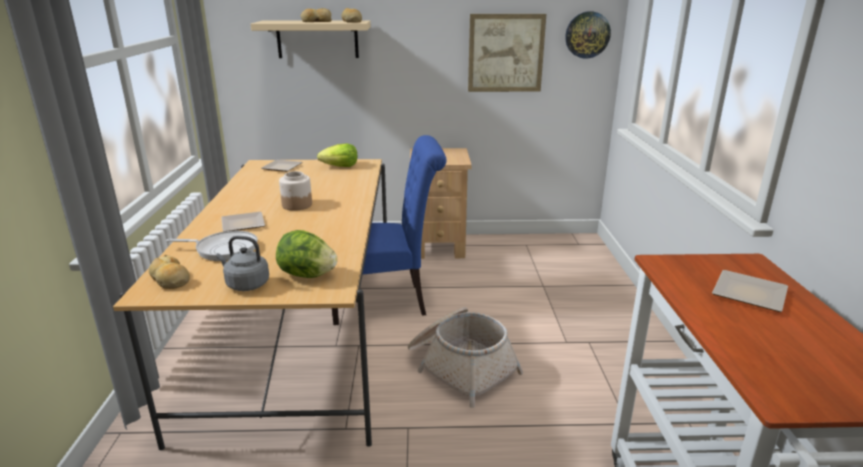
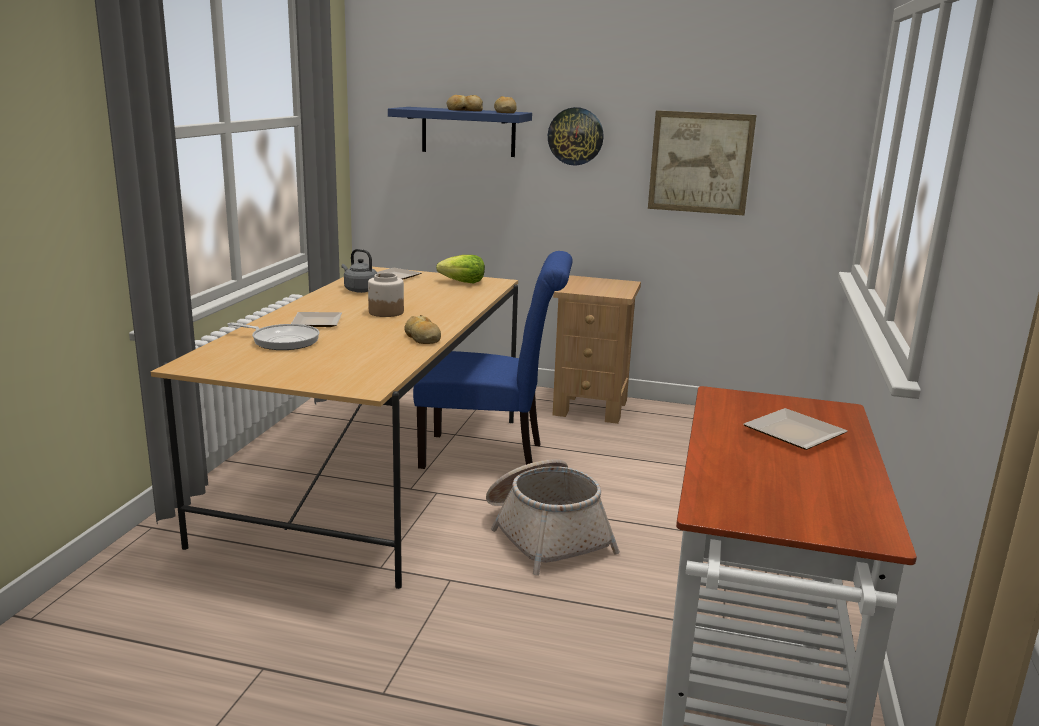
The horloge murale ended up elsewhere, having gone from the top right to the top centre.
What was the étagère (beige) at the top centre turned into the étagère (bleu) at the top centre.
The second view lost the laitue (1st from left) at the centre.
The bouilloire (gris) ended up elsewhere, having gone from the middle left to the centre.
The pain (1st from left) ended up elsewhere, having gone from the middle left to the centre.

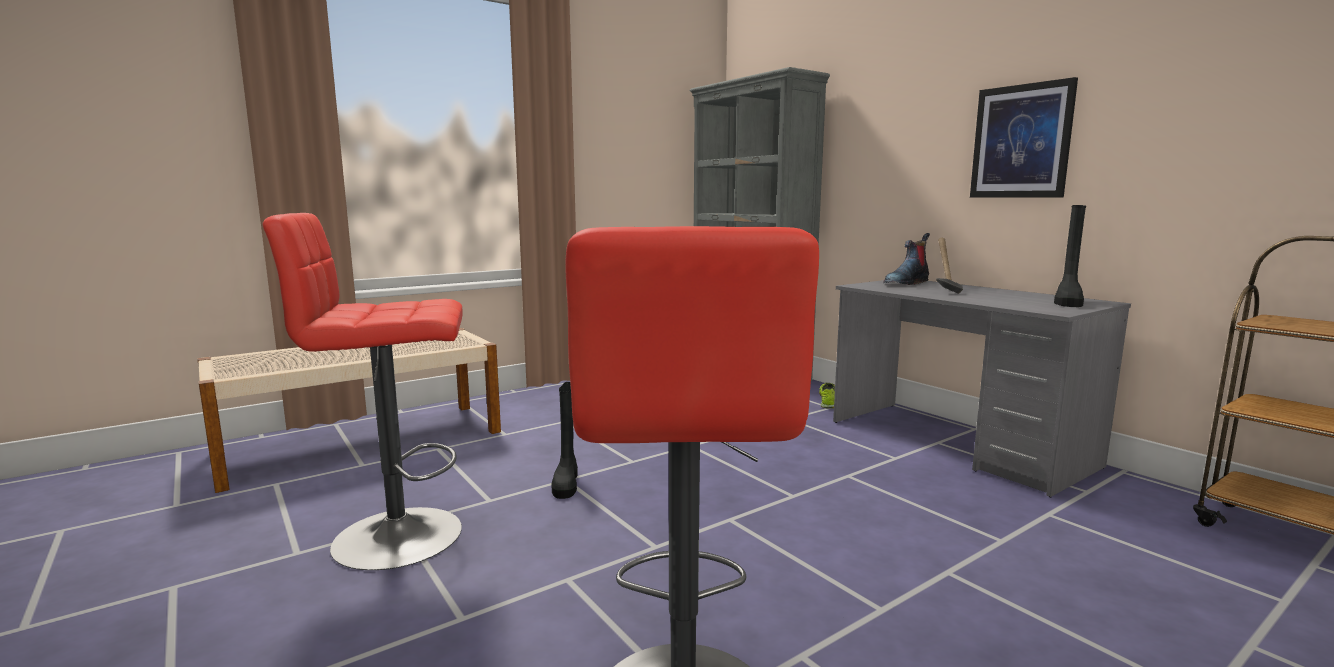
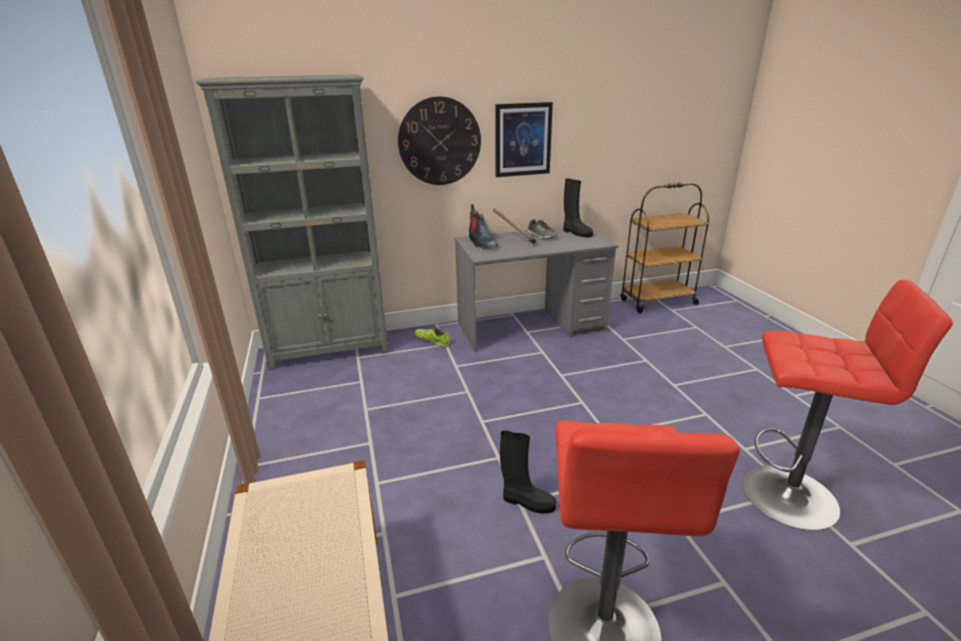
The second view gained the horloge murale at the top centre.
The second view gained the chaussure (2nd from left) at the centre.

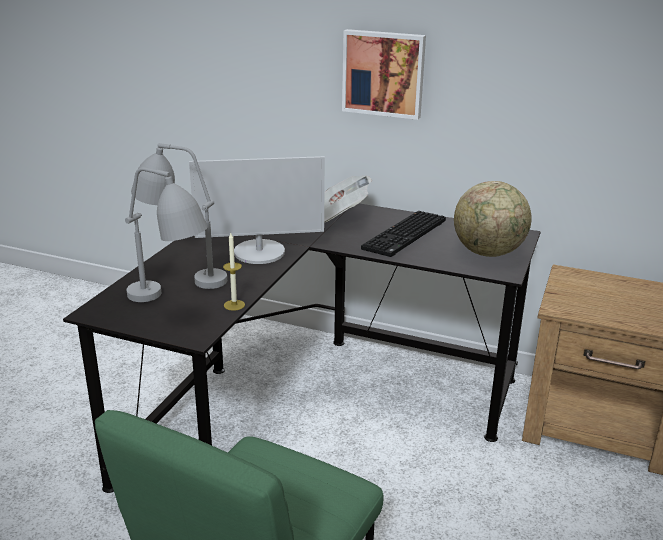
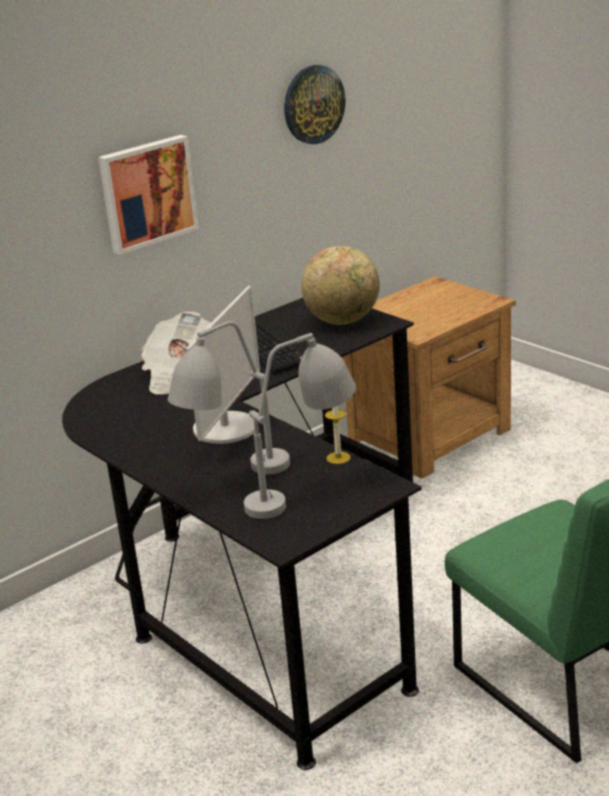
The second view gained the horloge murale at the top centre.

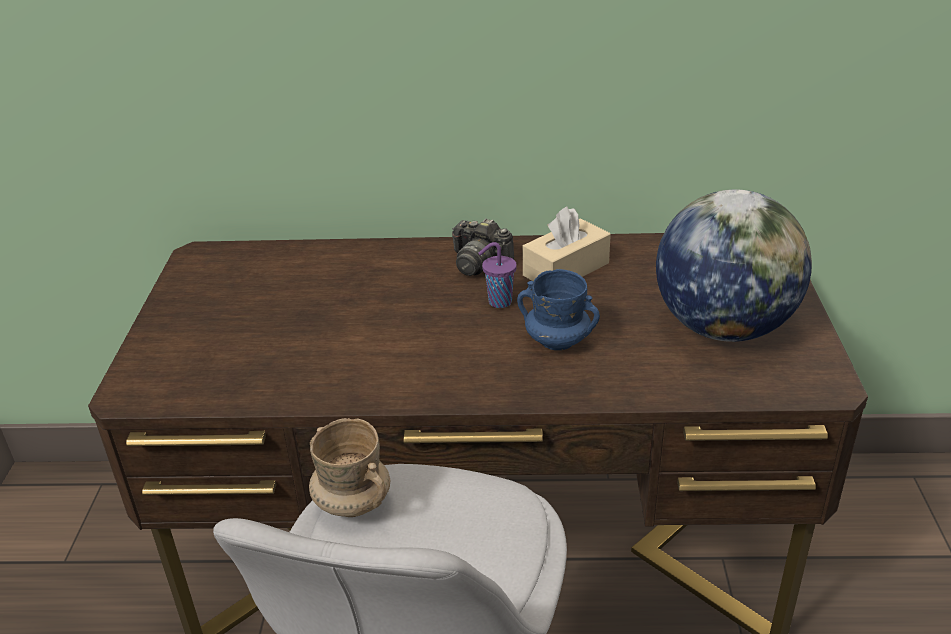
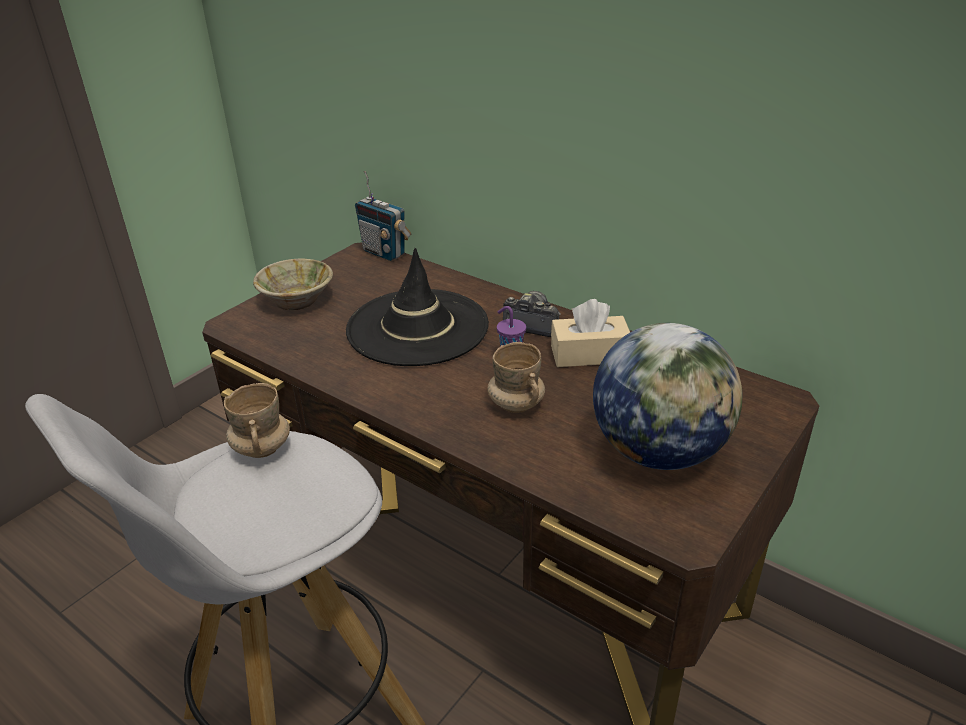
The appareil photo at the centre ended up facing another way, 135 degrees clockwise from before.
What was the mug (bleu) at the centre turned into the mug (beige) (2nd from left) at the centre.
The second view gained the radio at the top centre.
The second view gained the chapeau (noir) at the centre.
The second view gained the bol (beige) at the middle left.

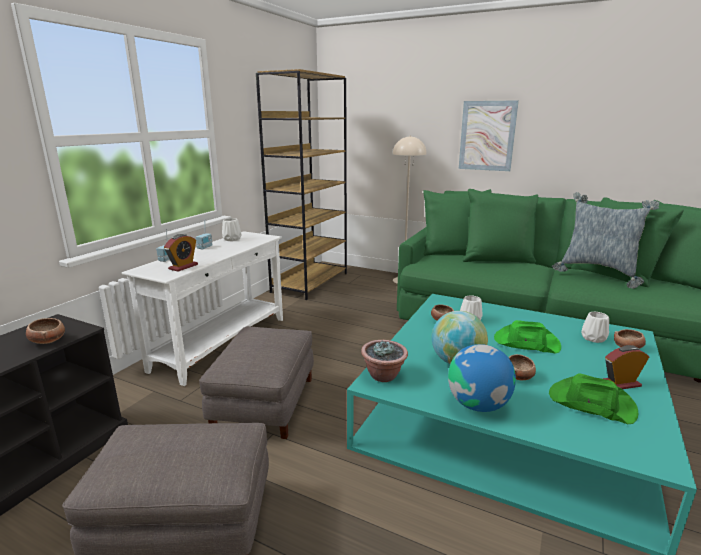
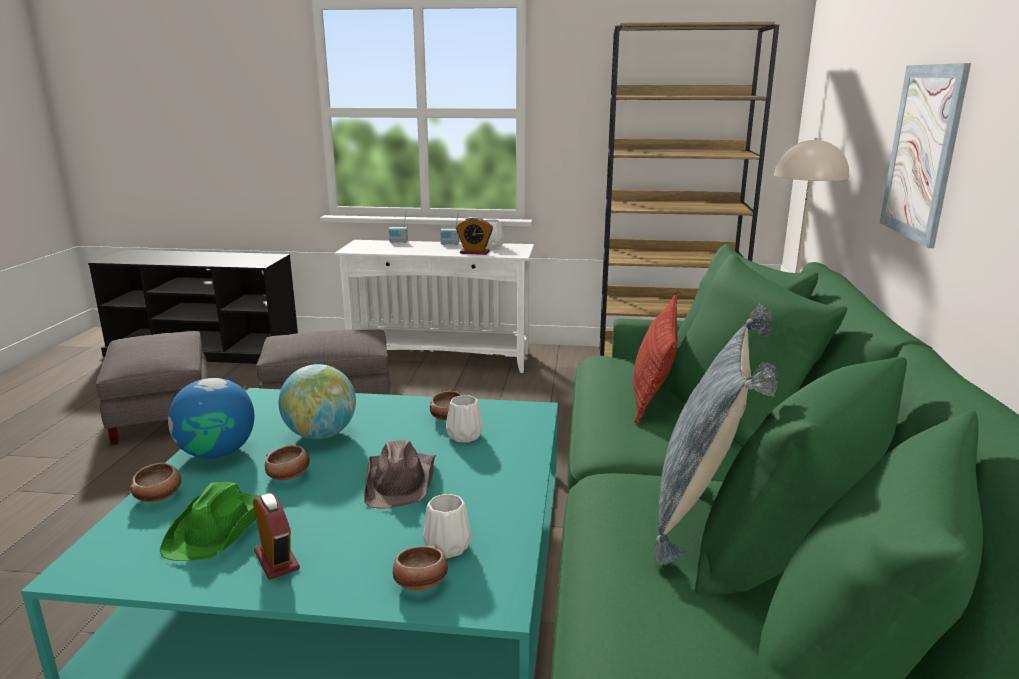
The réveil (1st from left in the first image) ended up elsewhere, having gone from the middle left to the centre.
The bol (1st from left) ended up elsewhere, having gone from the middle left to the bottom left.
What was the chapeau (vert) (1st from left) at the middle right turned into the chapeau (marron) at the bottom centre.
The second view lost the plante en pot at the centre.
The second view gained the coussin (1st from left) at the centre.

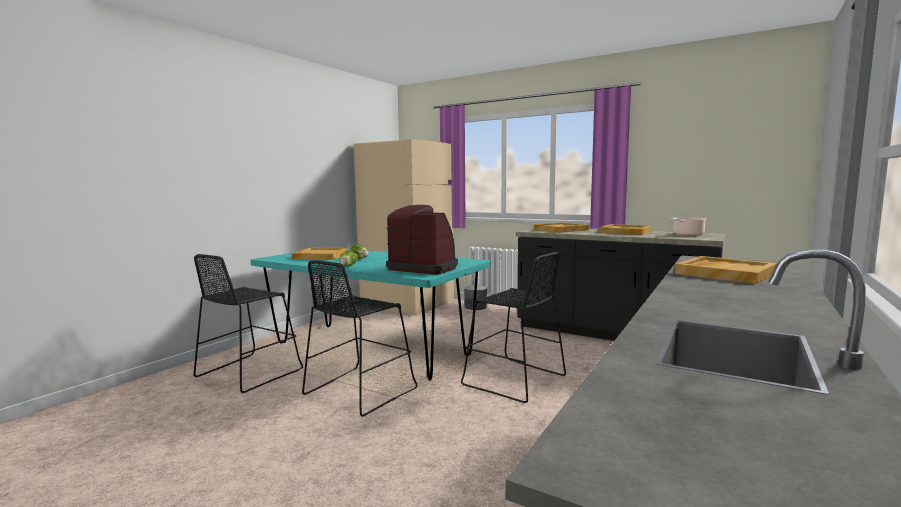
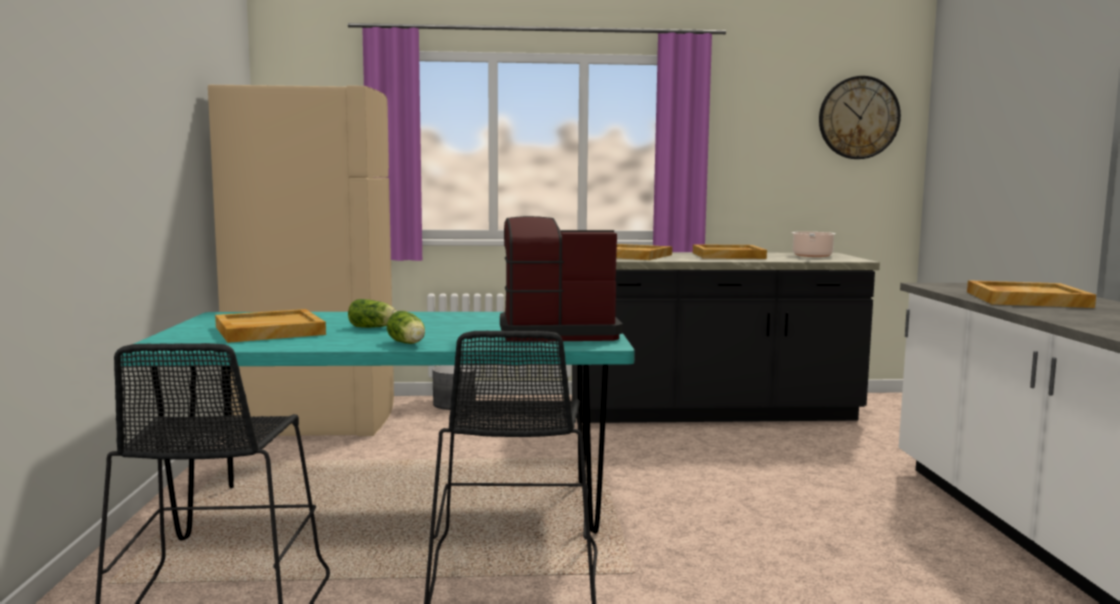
The second view lost the tabouret (noir) (3rd from left) at the centre.
The second view gained the horloge murale at the top right.

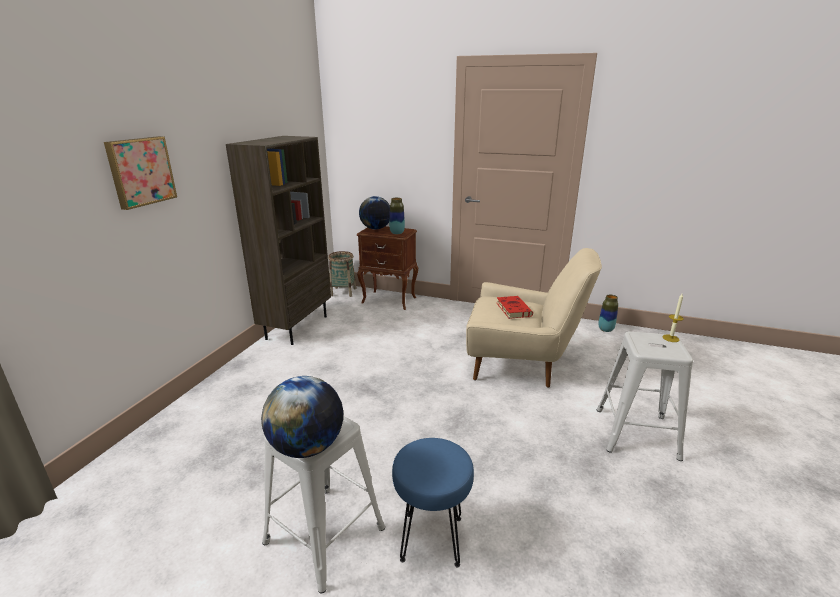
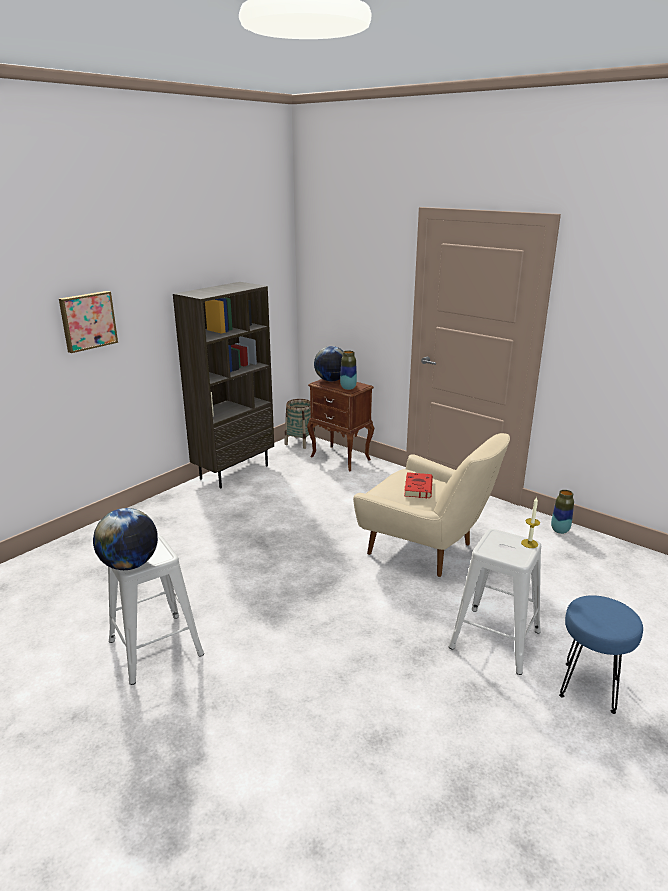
The tabouret (bleu) ended up elsewhere, having gone from the bottom centre to the bottom right.

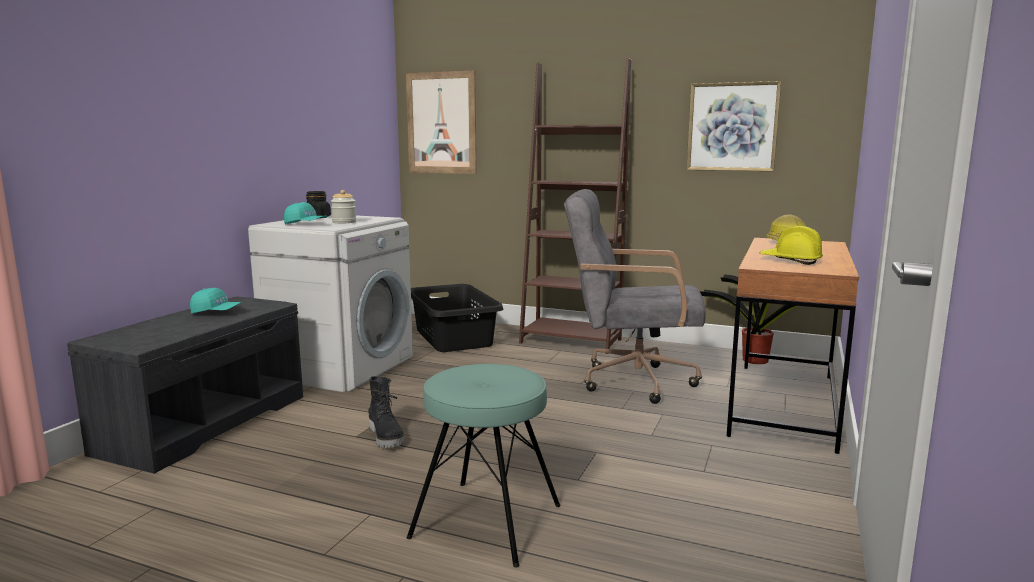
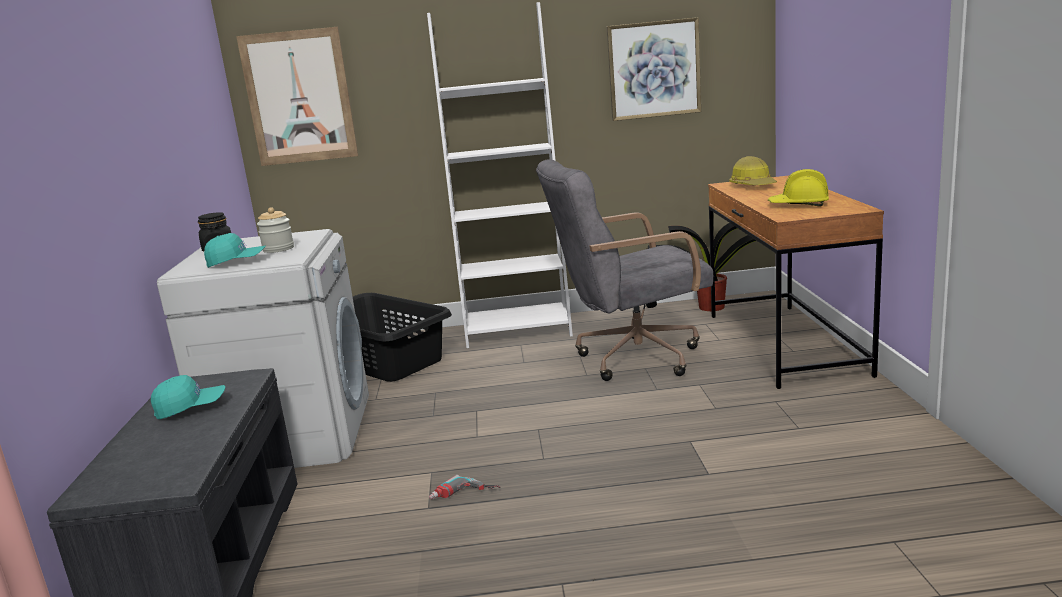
What was the bibliothèque (marron) at the centre turned into the bibliothèque (blanc) at the top centre.
The second view lost the tabouret (turquoise) at the bottom centre.
Where the botte (noir) stood at the bottom centre, the perceuse came to stand at the bottom centre.

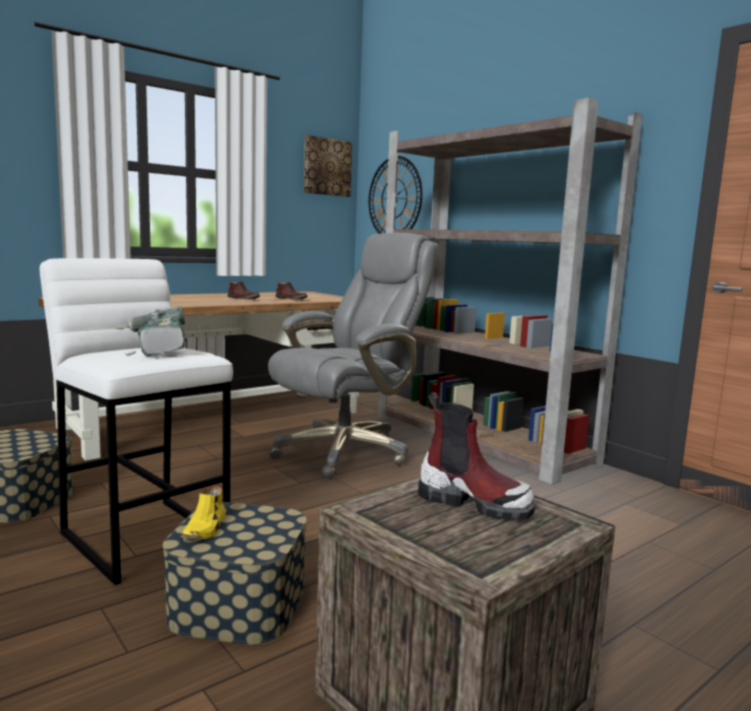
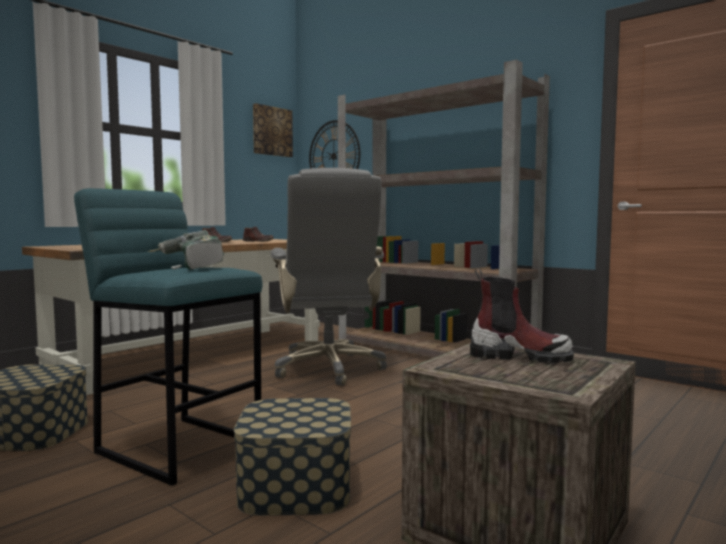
The chaise de bureau (gris) at the centre ended up facing another way, 135 degrees clockwise from before.
What was the tabouret (blanc) at the middle left turned into the tabouret (turquoise) at the middle left.
The second view lost the chaussure (jaune) at the bottom left.

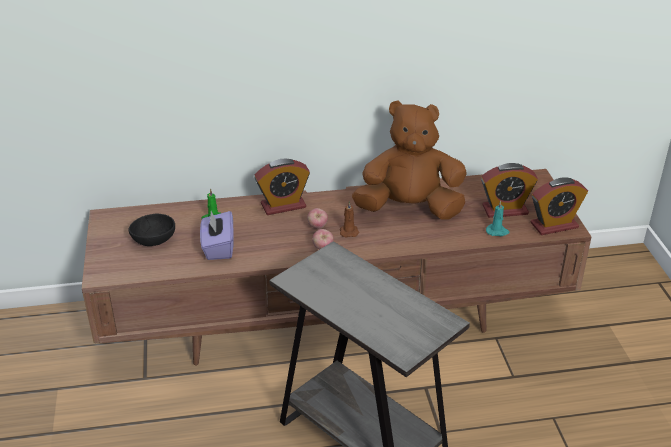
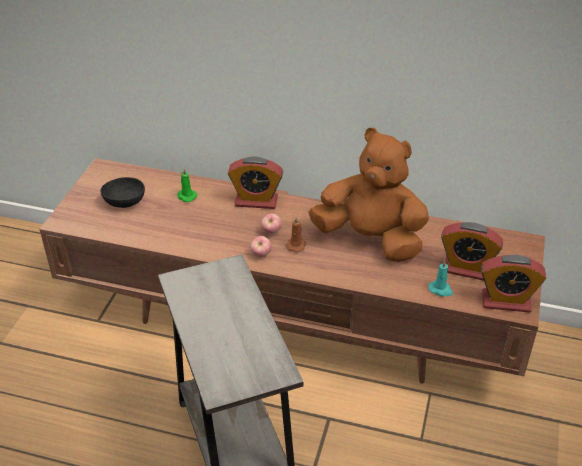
The second view lost the boîte à mouchoirs (violet) at the middle left.

